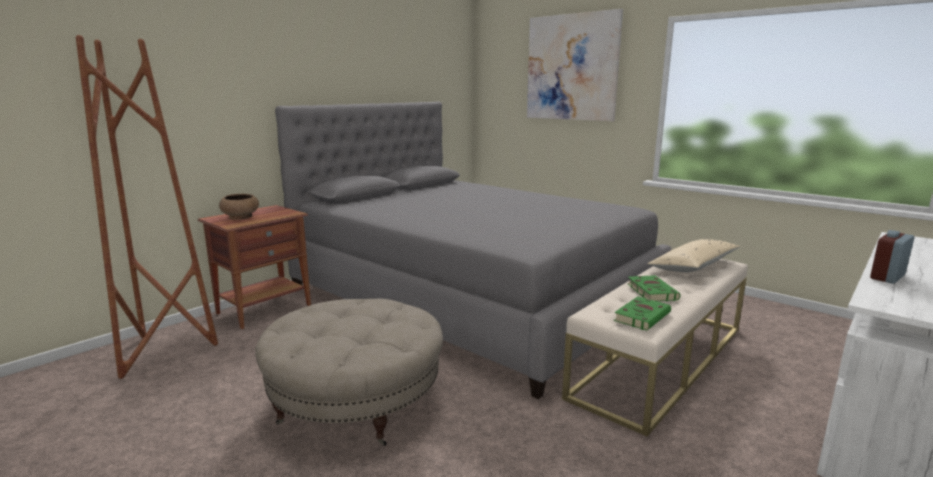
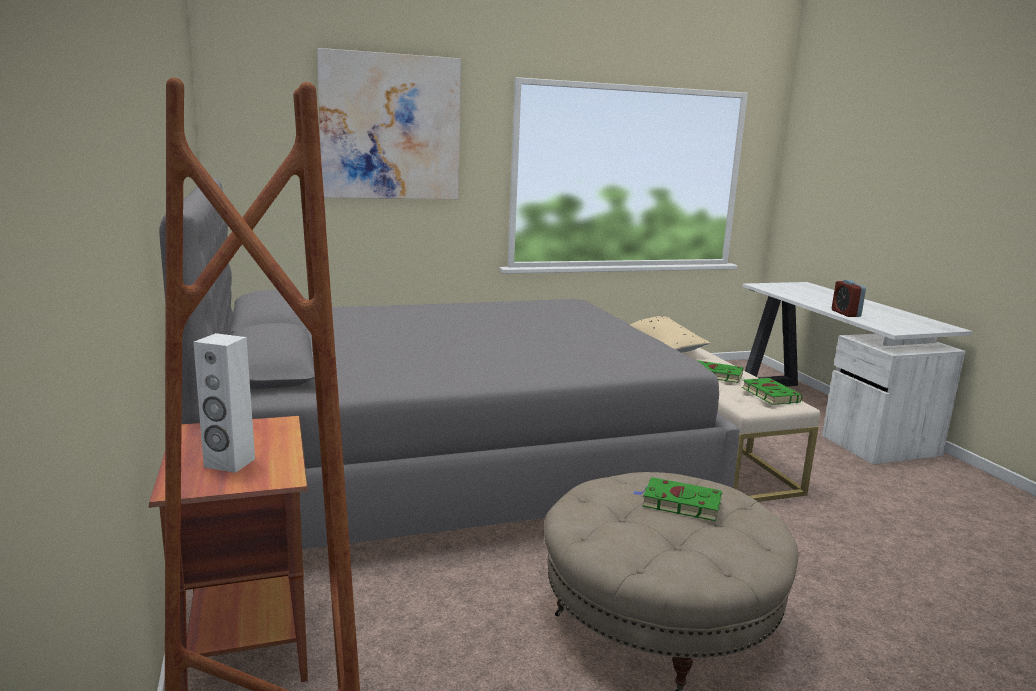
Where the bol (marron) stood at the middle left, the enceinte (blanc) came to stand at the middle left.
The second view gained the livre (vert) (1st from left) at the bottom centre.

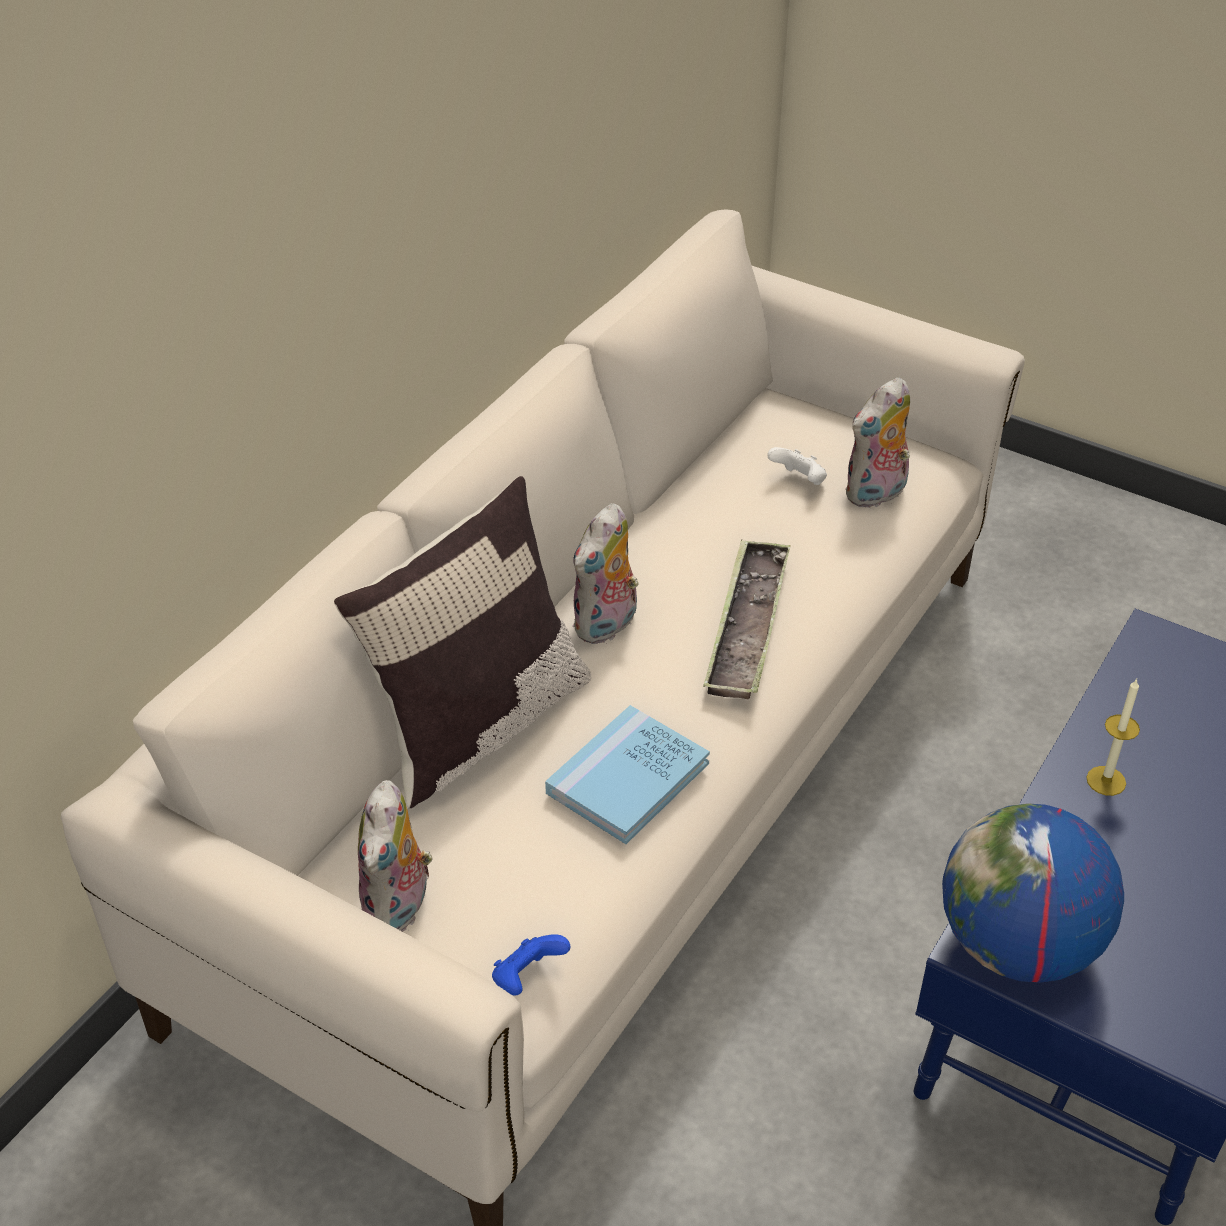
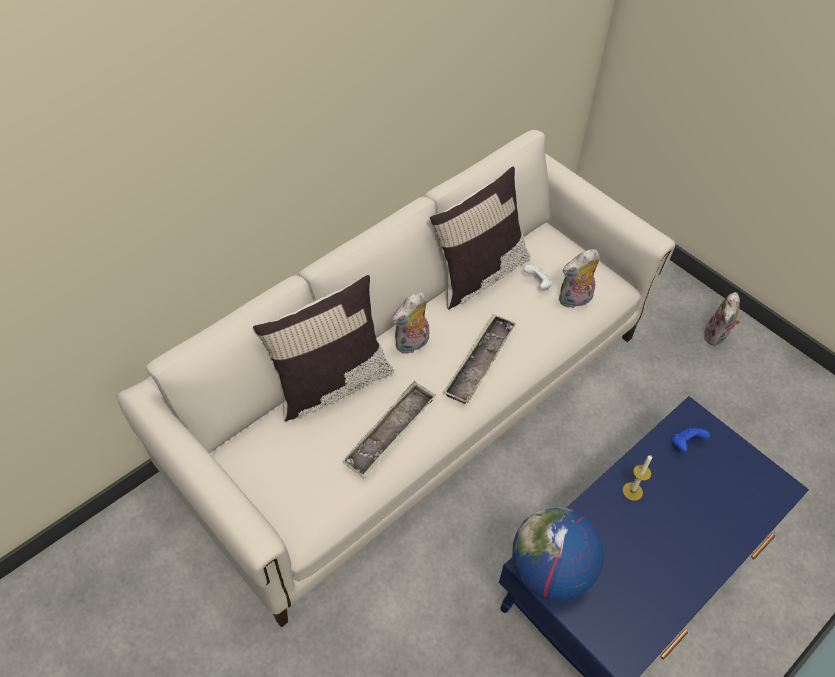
Where the livre (bleu) stood at the centre, the plateau (1st from left) came to stand at the centre.
The peluche (1st from left in the first image) ended up elsewhere, having gone from the bottom left to the middle right.
The manette (bleu) ended up elsewhere, having gone from the bottom centre to the middle right.
The second view gained the coussin (2nd from left) at the centre.

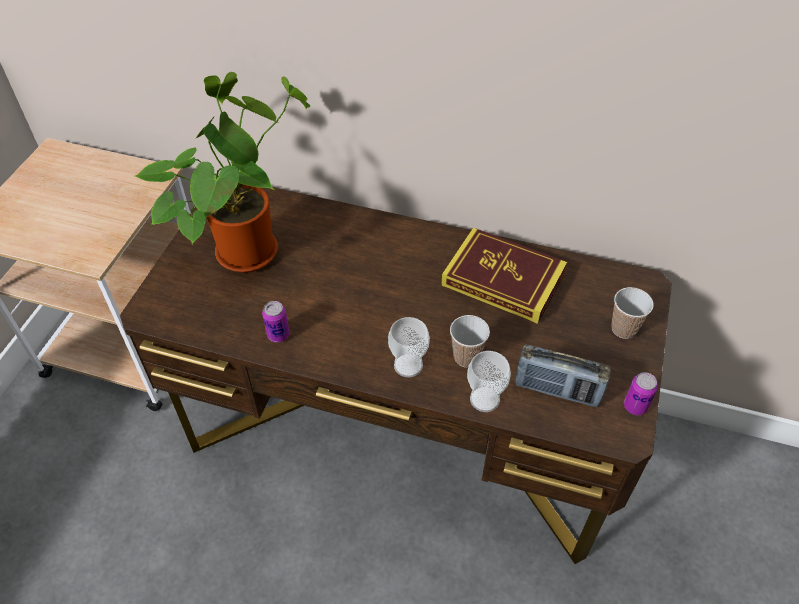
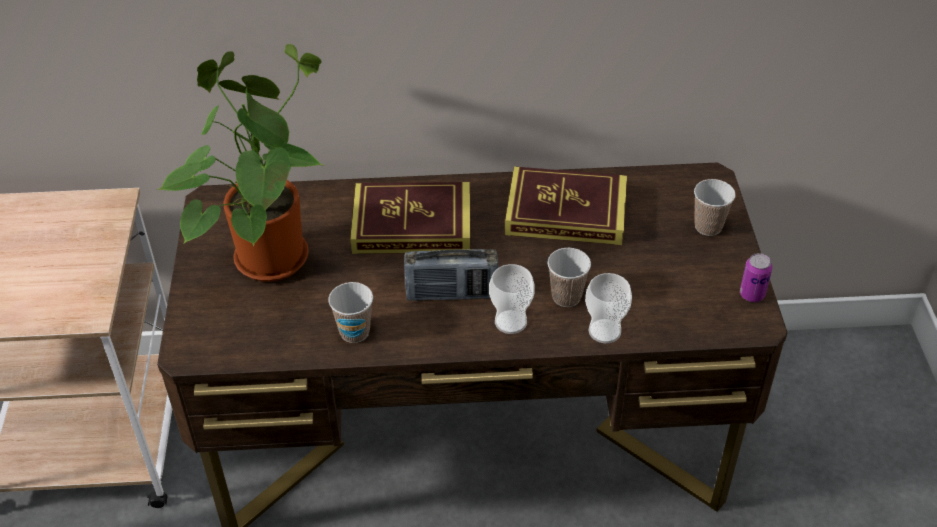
Where the boîte métallique (1st from left) stood at the centre, the tasse (1st from left) came to stand at the centre.
The radio ended up elsewhere, having gone from the middle right to the centre.
The second view gained the livre (1st from left) at the centre.

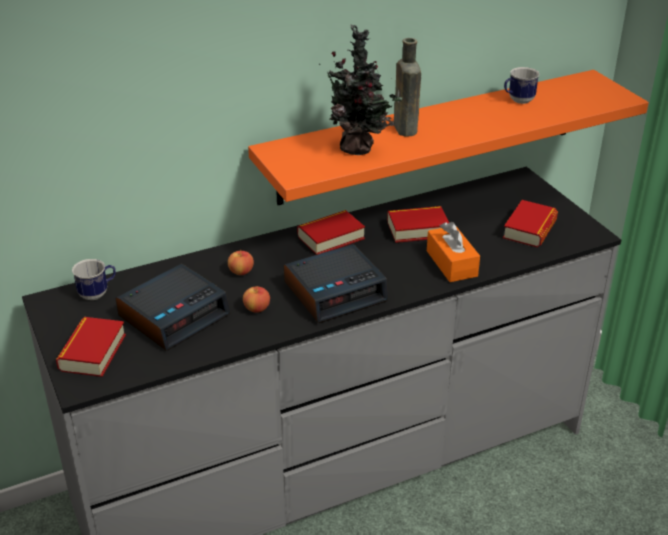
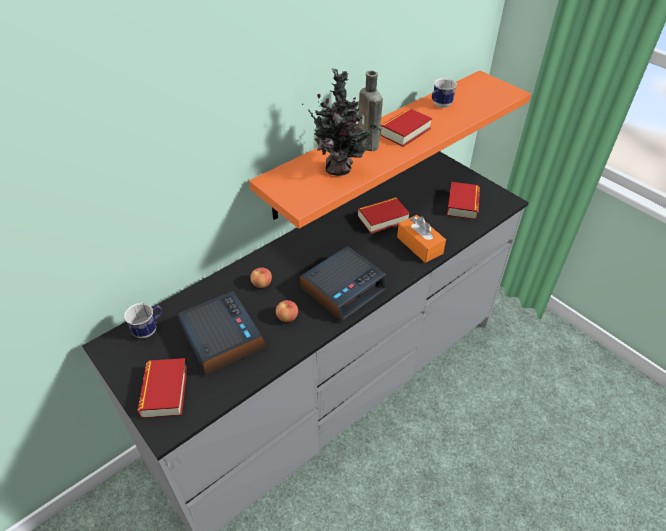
The livre (2nd from left in the first image) ended up elsewhere, having gone from the centre to the top centre.
The réveil (1st from left) at the middle left ended up facing another way, 60 degrees counterclockwise from before.

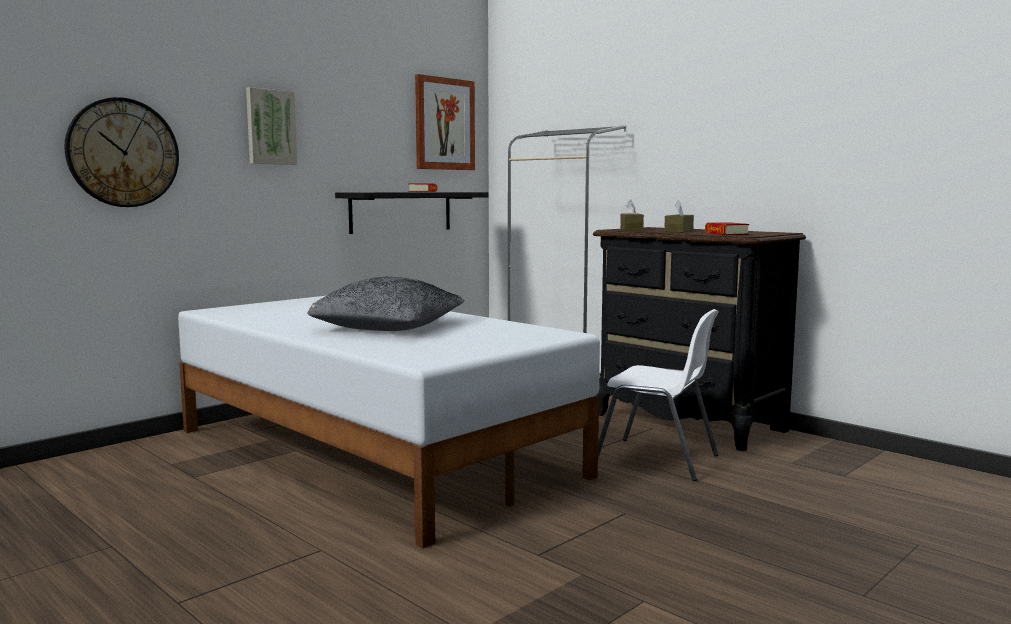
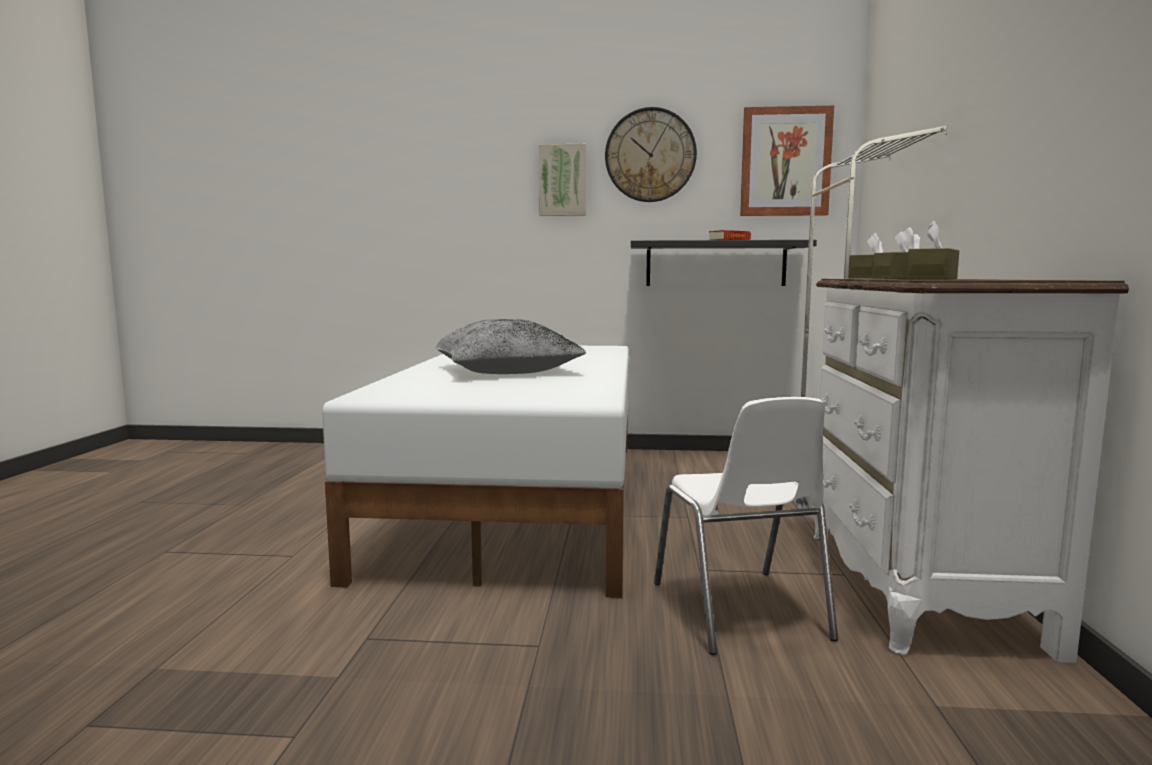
The horloge murale ended up elsewhere, having gone from the top left to the top centre.
Where the livre (2nd from left) stood at the middle right, the boîte à mouchoirs (marron) (3rd from left) came to stand at the top right.
What was the commode (noir) at the middle right turned into the commode (blanc) at the middle right.

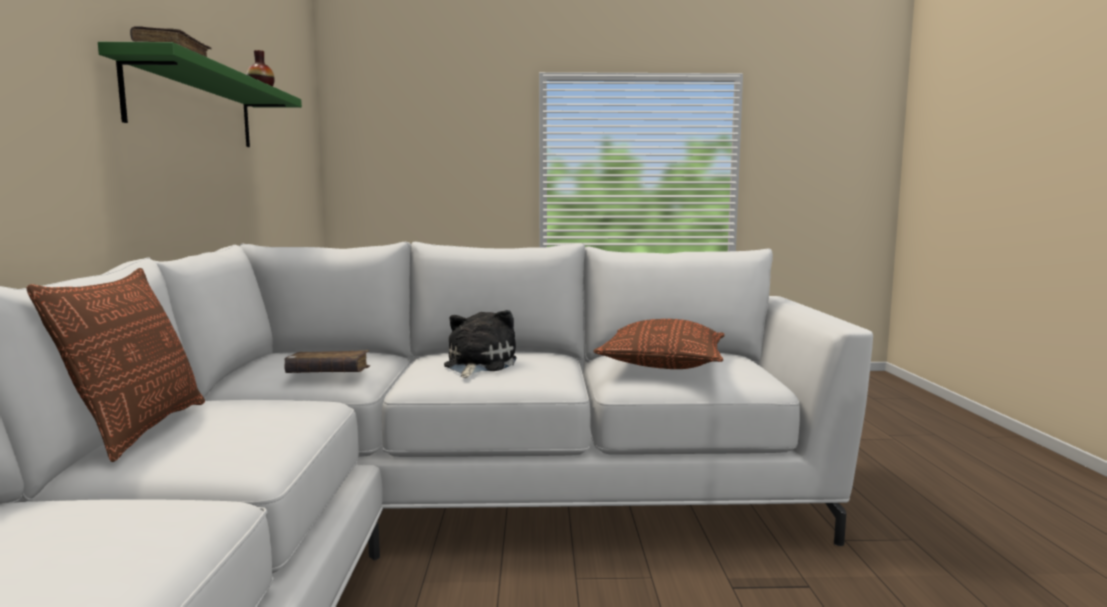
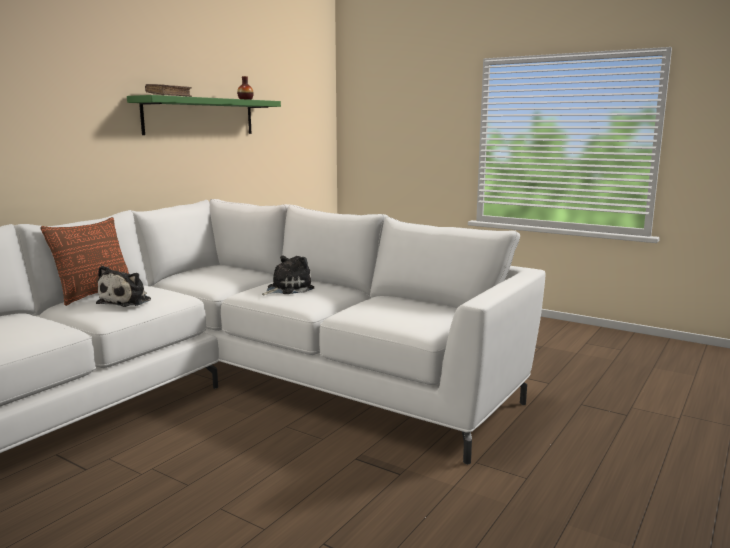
The second view lost the coussin (marron) (2nd from left) at the centre.
The second view lost the livre (marron) (2nd from left) at the middle left.
The second view gained the peluche (1st from left) at the middle left.

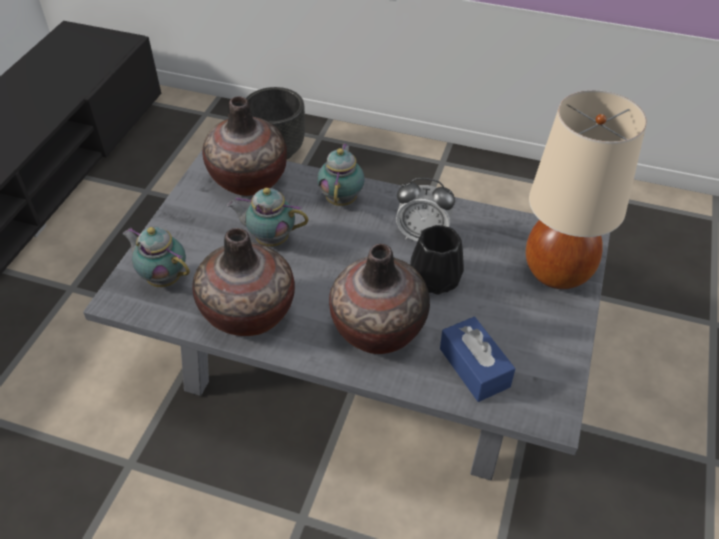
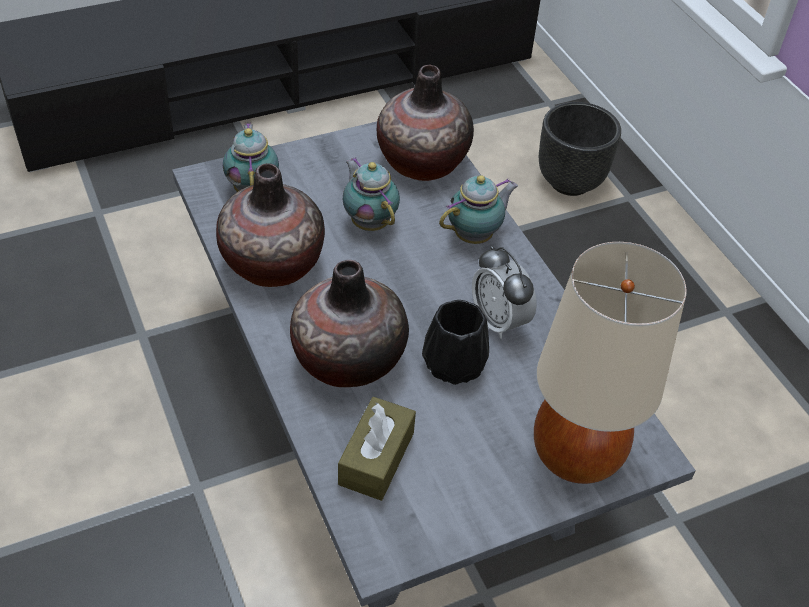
What was the boîte à mouchoirs (bleu) at the centre turned into the boîte à mouchoirs (marron) at the bottom centre.

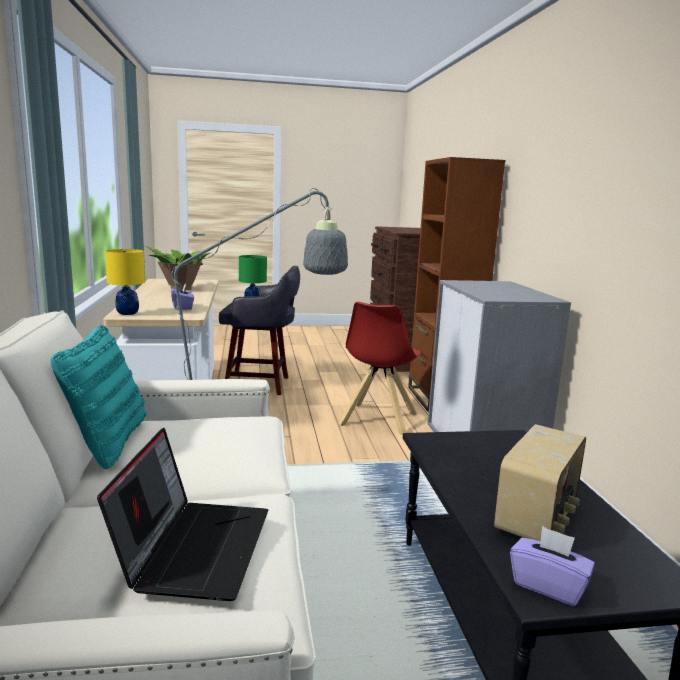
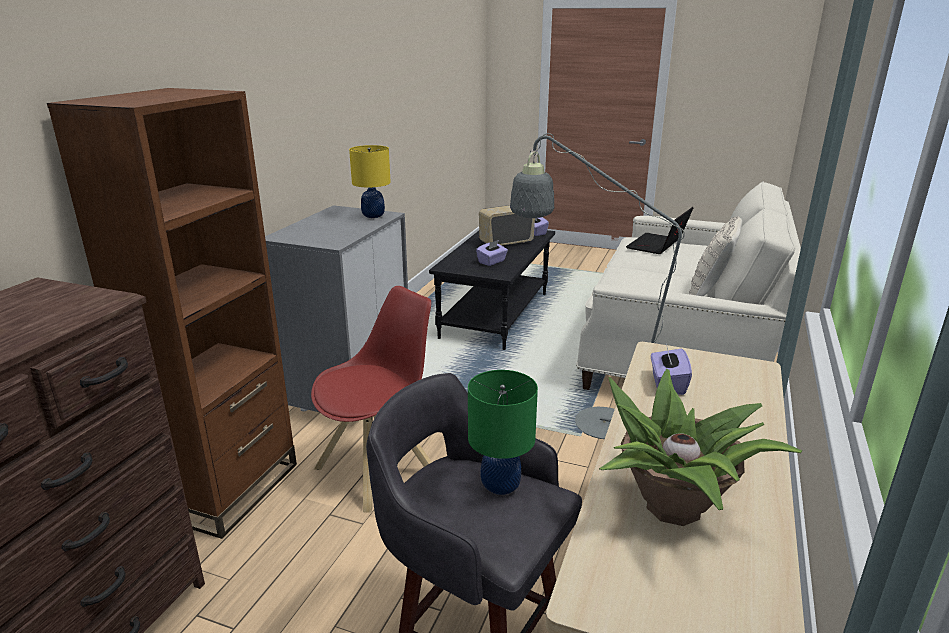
The lampe de table (jaune) ended up elsewhere, having gone from the middle left to the top centre.
What was the coussin (turquoise) at the middle left turned into the coussin (beige) at the middle right.
The second view gained the boîte à mouchoirs (violet) (1st from left) at the centre.

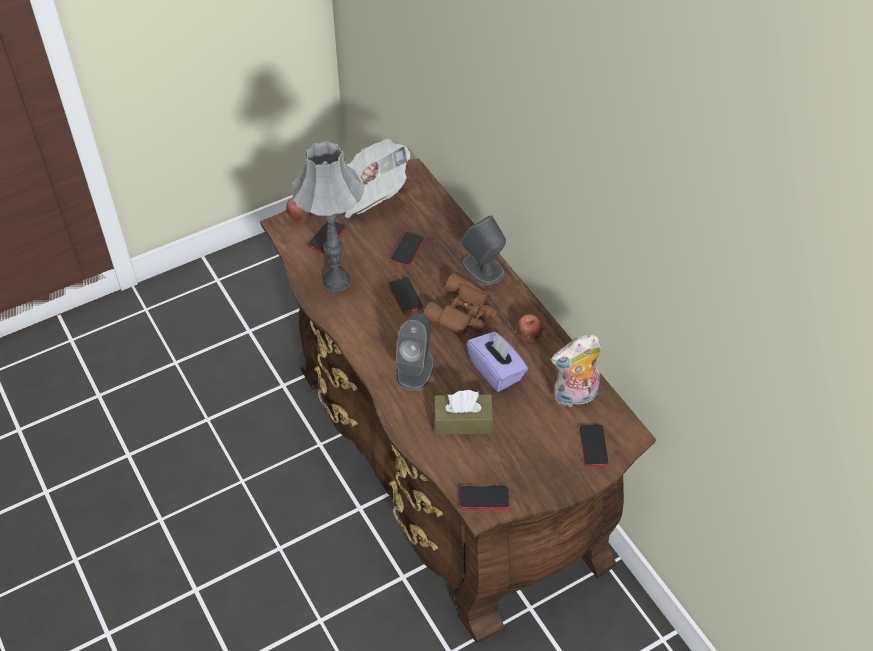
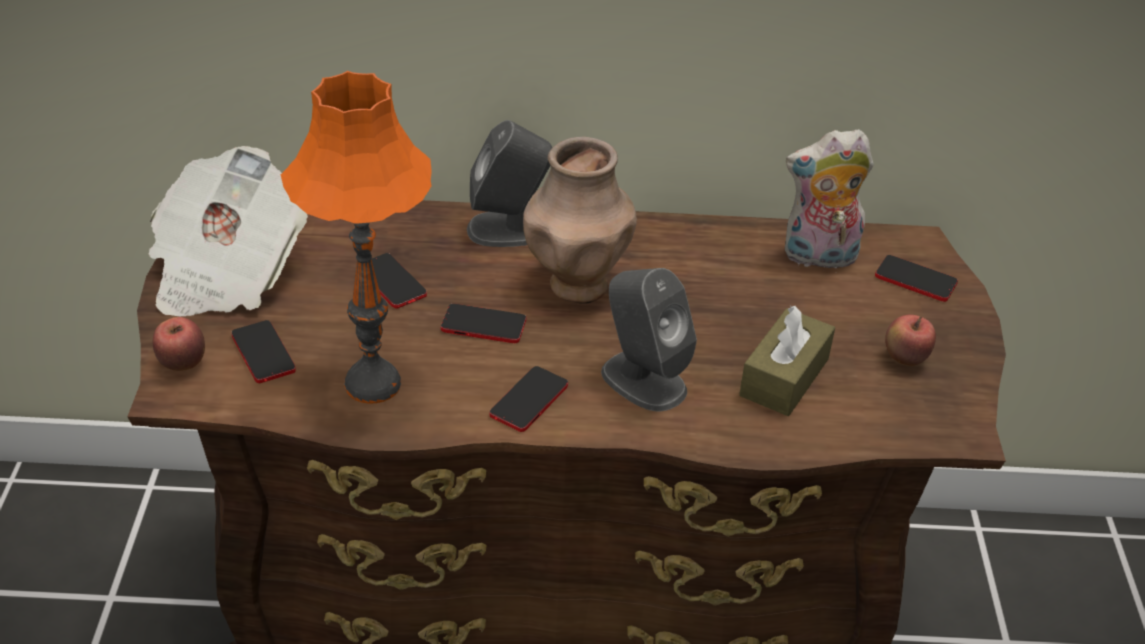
What was the lampe de table (gris) at the top centre turned into the lampe de table (orange) at the middle left.
Where the jumelles (marron) stood at the centre, the vase (marron) came to stand at the centre.
The pomme (2nd from left) ended up elsewhere, having gone from the centre to the middle right.
The second view lost the boîte à mouchoirs (violet) at the centre.
The peluche at the centre ended up facing another way, 75 degrees clockwise from before.
The téléphone (4th from left) ended up elsewhere, having gone from the bottom centre to the centre.

